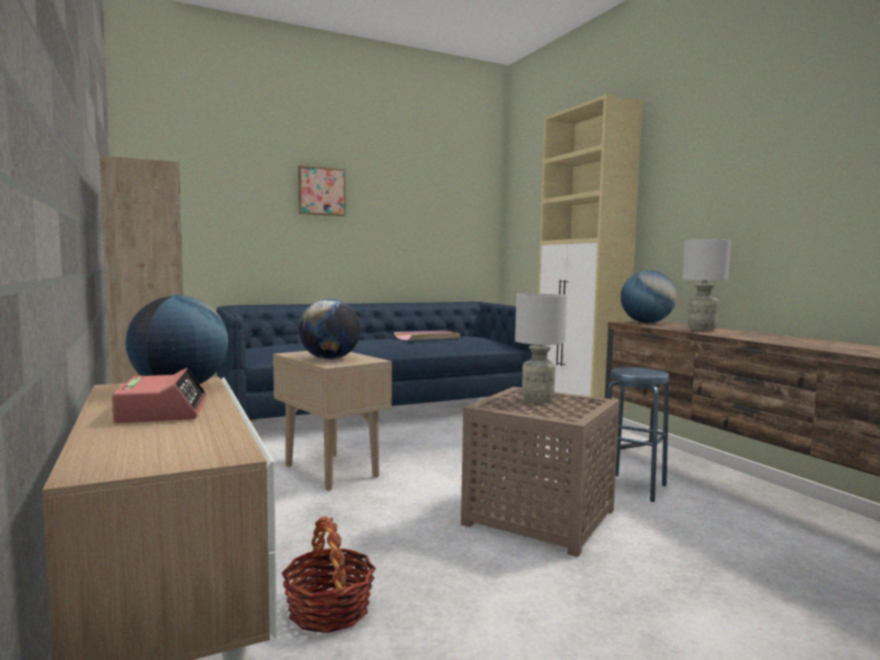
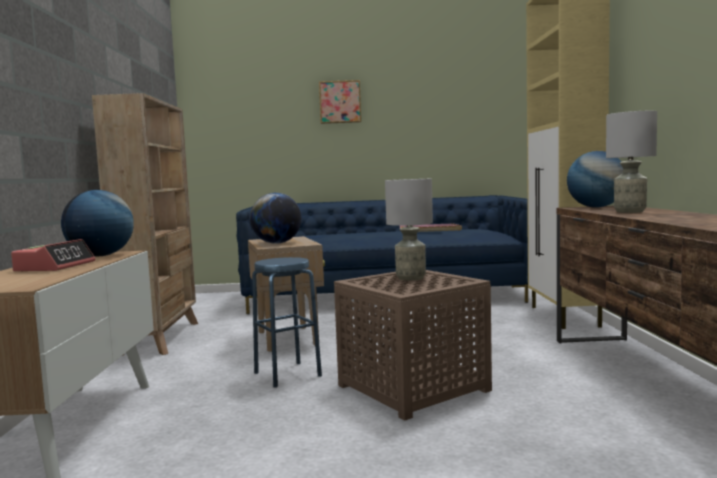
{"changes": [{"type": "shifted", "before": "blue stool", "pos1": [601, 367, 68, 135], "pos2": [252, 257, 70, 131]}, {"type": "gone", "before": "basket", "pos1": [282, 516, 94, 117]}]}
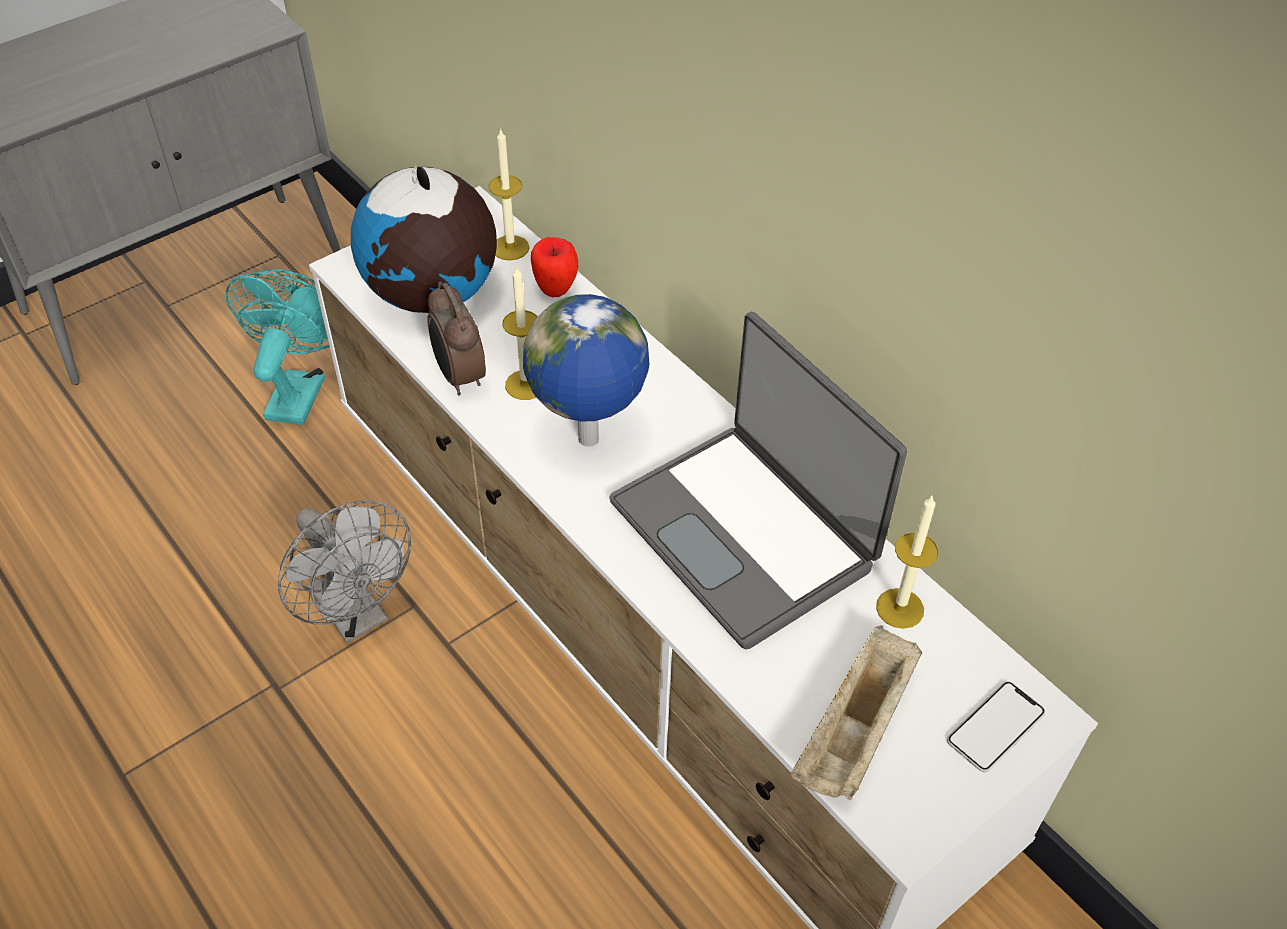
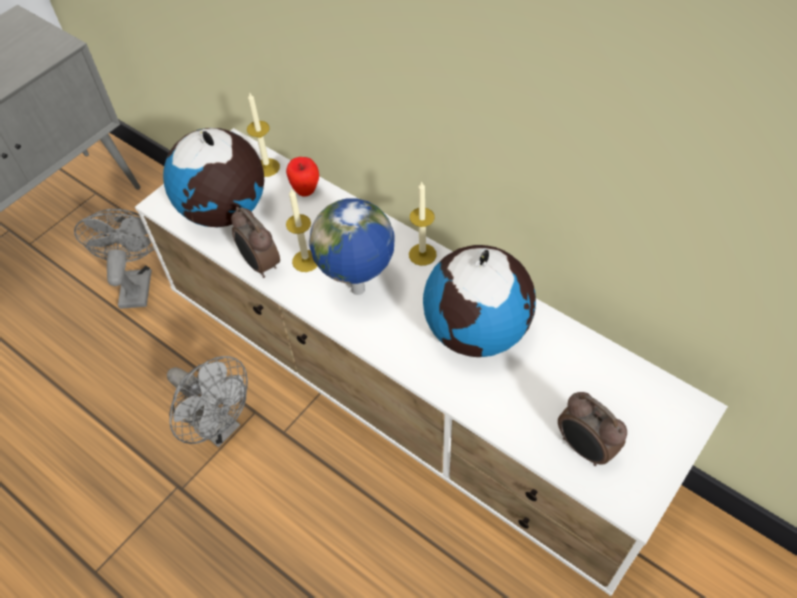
{"changes": [{"type": "repainted", "before": "turquoise fan", "after": "grey fan", "pos1": [225, 269, 105, 156], "pos2": [74, 209, 81, 100]}, {"type": "swapped", "before": "laptop", "after": "globe", "pos1": [609, 312, 298, 338], "pos2": [423, 245, 113, 112]}, {"type": "shifted", "before": "candle", "pos1": [876, 496, 62, 133], "pos2": [409, 181, 28, 85]}, {"type": "swapped", "before": "beige tray", "after": "alarm clock", "pos1": [791, 626, 131, 175], "pos2": [558, 392, 69, 74]}, {"type": "gone", "before": "phone", "pos1": [947, 682, 98, 90]}]}
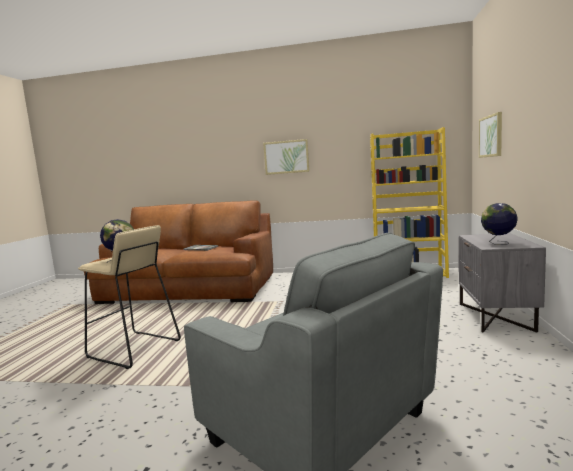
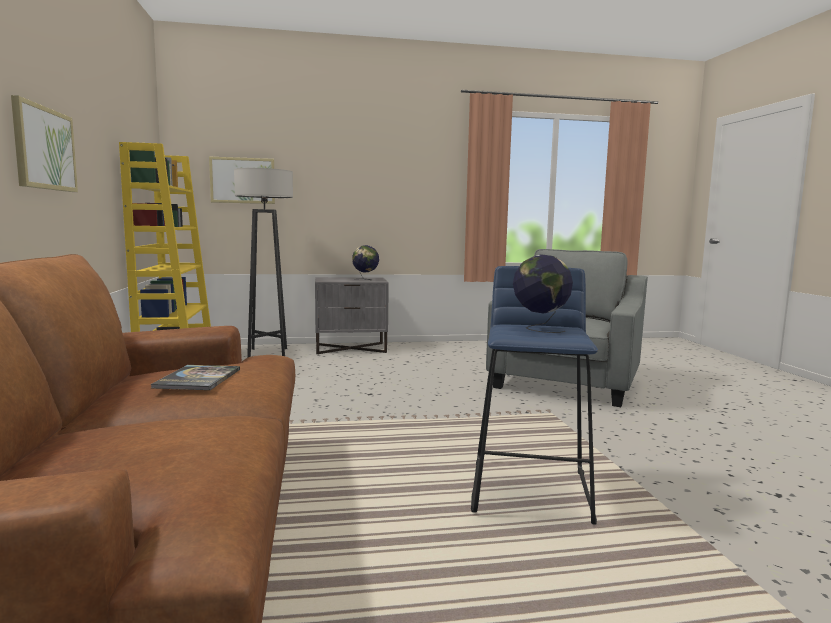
{"changes": [{"type": "repainted", "before": "beige stool", "after": "blue stool", "pos1": [78, 225, 103, 144], "pos2": [471, 266, 127, 259]}, {"type": "new", "after": "grey floor lamp", "pos2": [234, 168, 59, 189]}]}
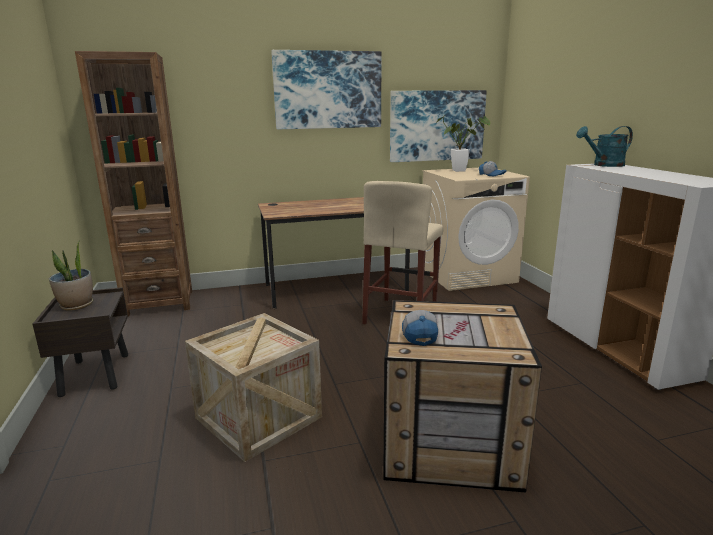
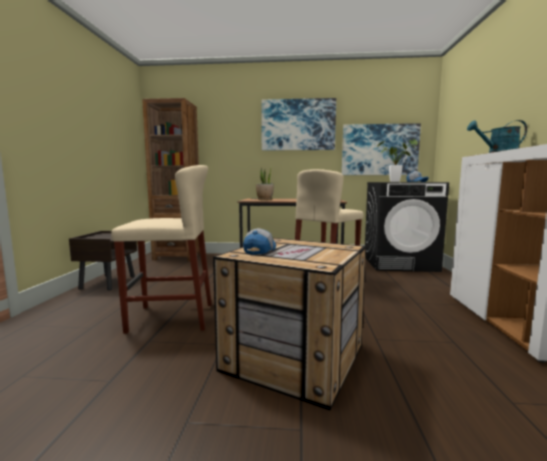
{"changes": [{"type": "repainted", "before": "beige washing machine", "after": "black washing machine", "pos1": [422, 168, 108, 123], "pos2": [365, 182, 84, 90]}, {"type": "shifted", "before": "potted plant", "pos1": [49, 240, 44, 71], "pos2": [256, 165, 18, 35]}, {"type": "swapped", "before": "crate", "after": "beige stool", "pos1": [185, 313, 137, 149], "pos2": [111, 165, 101, 169]}]}
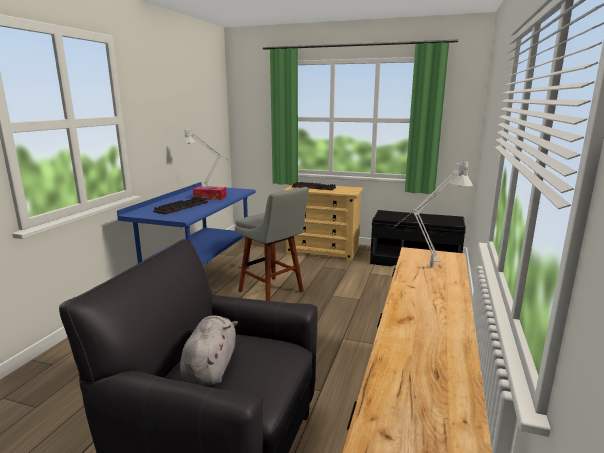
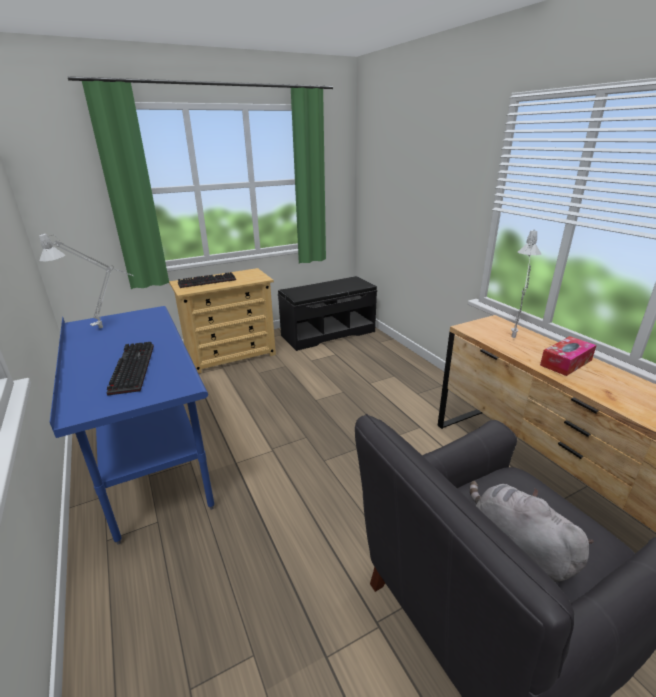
{"changes": [{"type": "shifted", "before": "tissue box", "pos1": [193, 186, 33, 14], "pos2": [540, 336, 56, 40]}, {"type": "gone", "before": "grey stool", "pos1": [235, 187, 74, 114]}]}
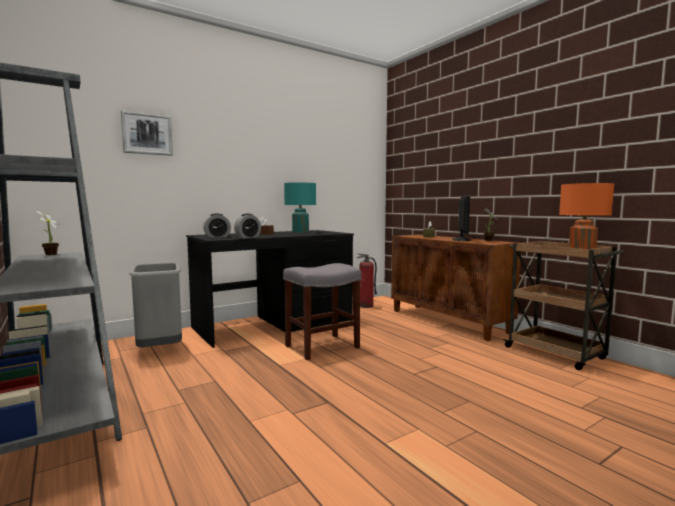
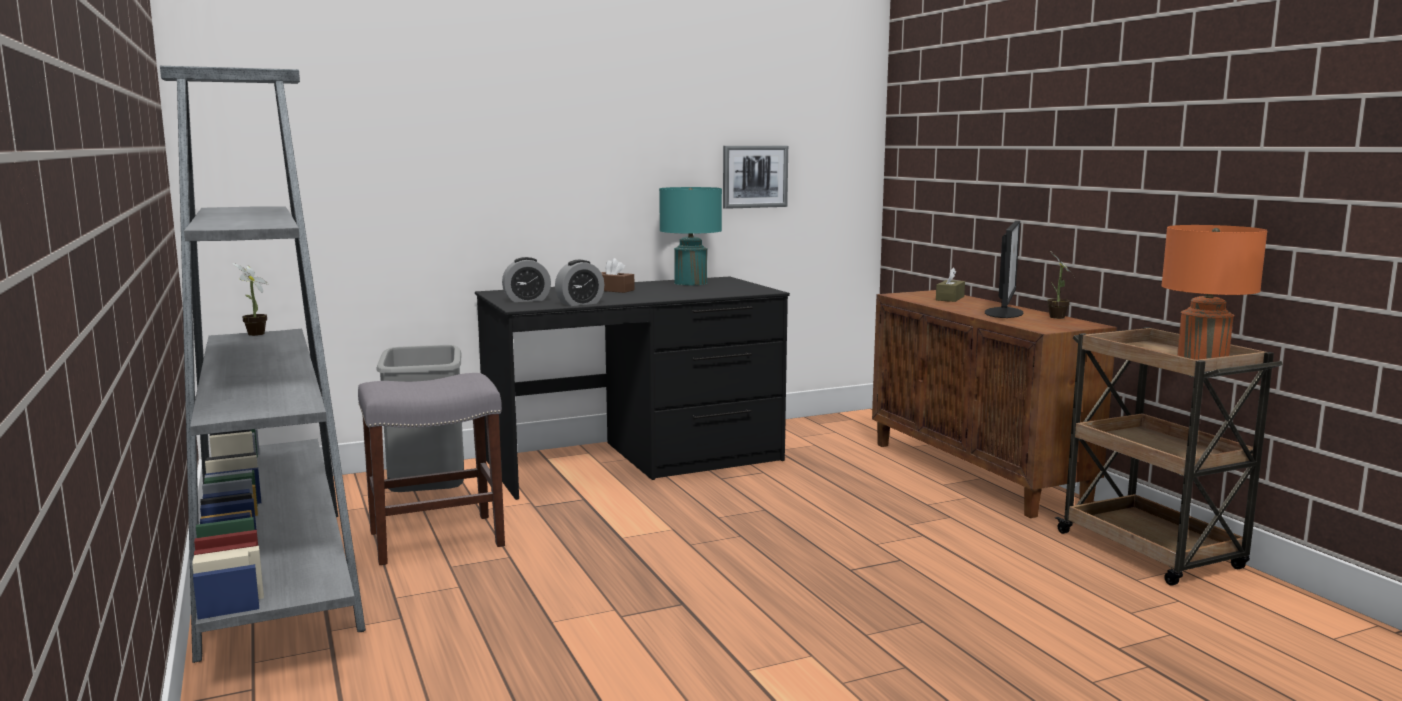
{"changes": [{"type": "shifted", "before": "picture", "pos1": [121, 111, 52, 45], "pos2": [723, 146, 65, 63]}, {"type": "gone", "before": "fire extinguisher", "pos1": [357, 253, 20, 55]}, {"type": "shifted", "before": "grey stool", "pos1": [283, 263, 78, 97], "pos2": [358, 373, 147, 192]}]}
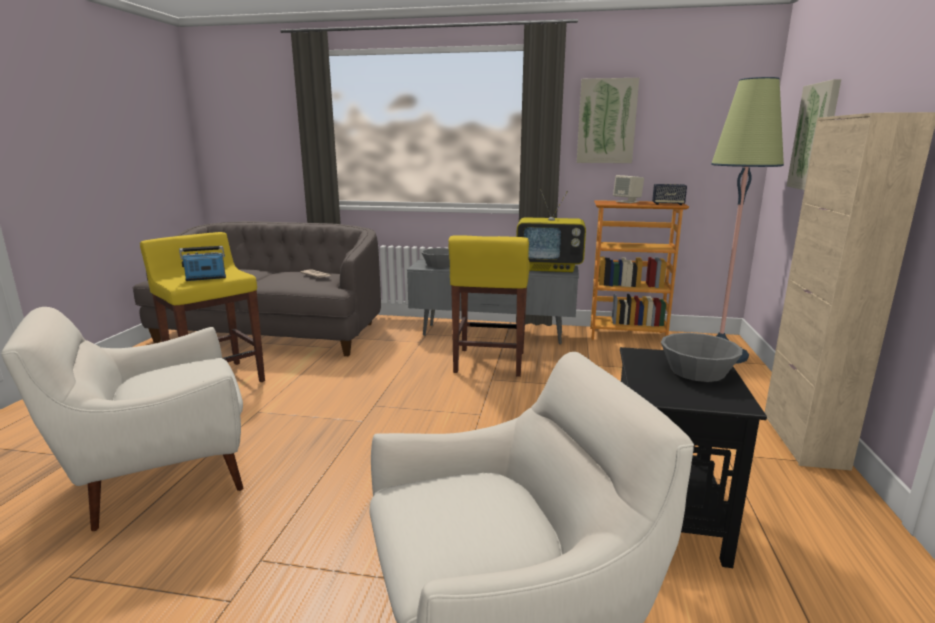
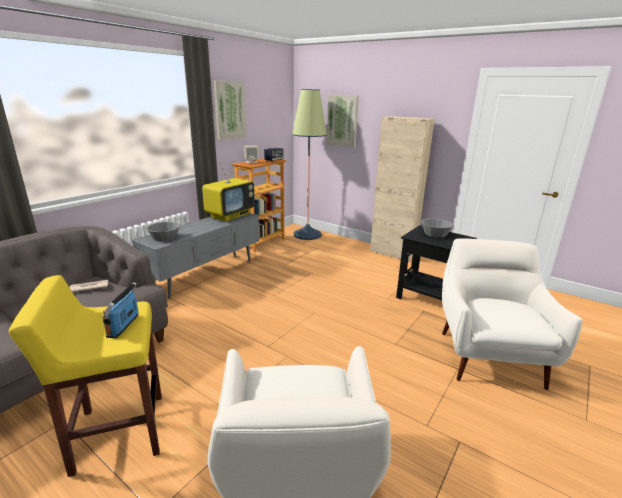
{"changes": [{"type": "gone", "before": "yellow stool", "pos1": [448, 235, 82, 142]}]}
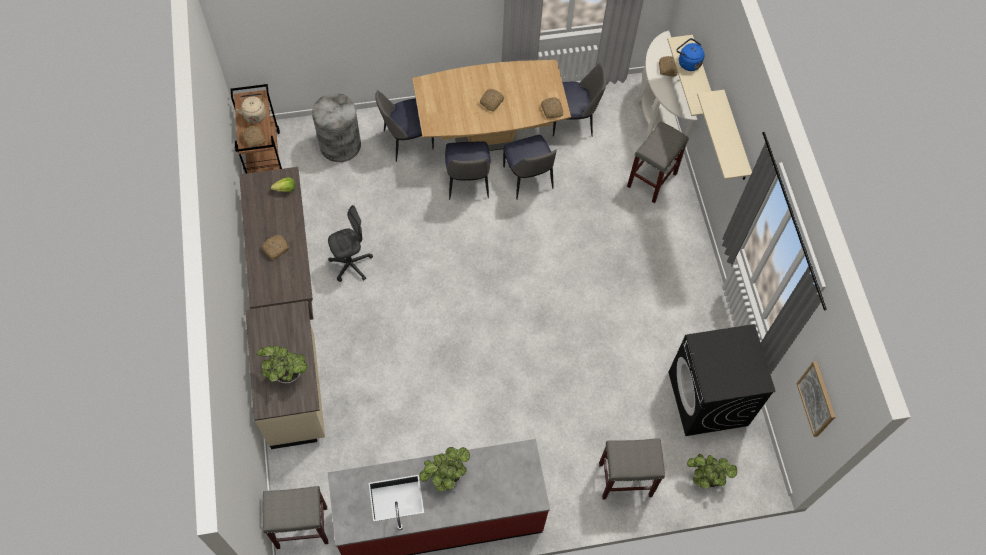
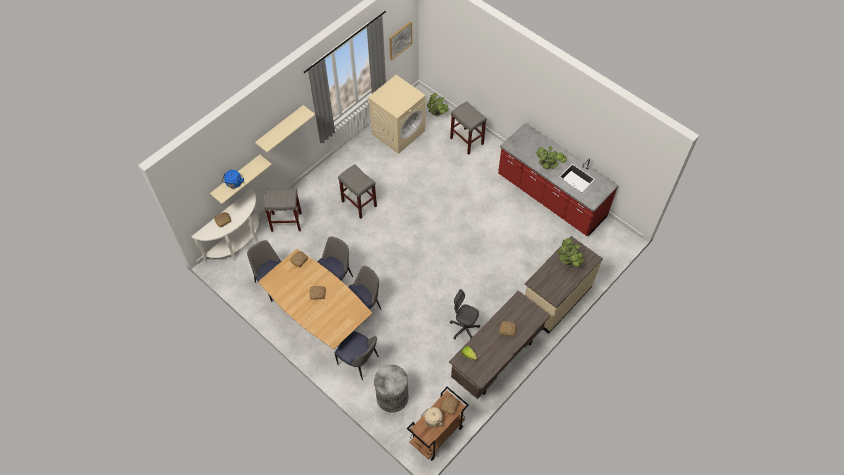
{"changes": [{"type": "repainted", "before": "black washing machine", "after": "beige washing machine", "pos1": [668, 324, 108, 112], "pos2": [368, 75, 58, 79]}, {"type": "shifted", "before": "grey stool", "pos1": [263, 486, 65, 63], "pos2": [338, 164, 39, 55]}]}
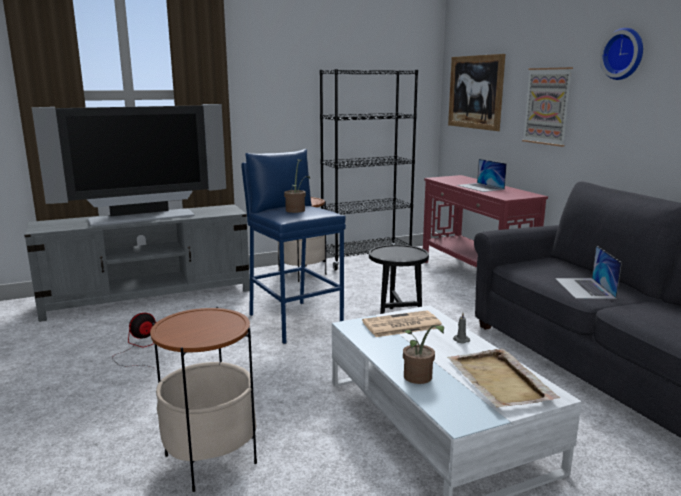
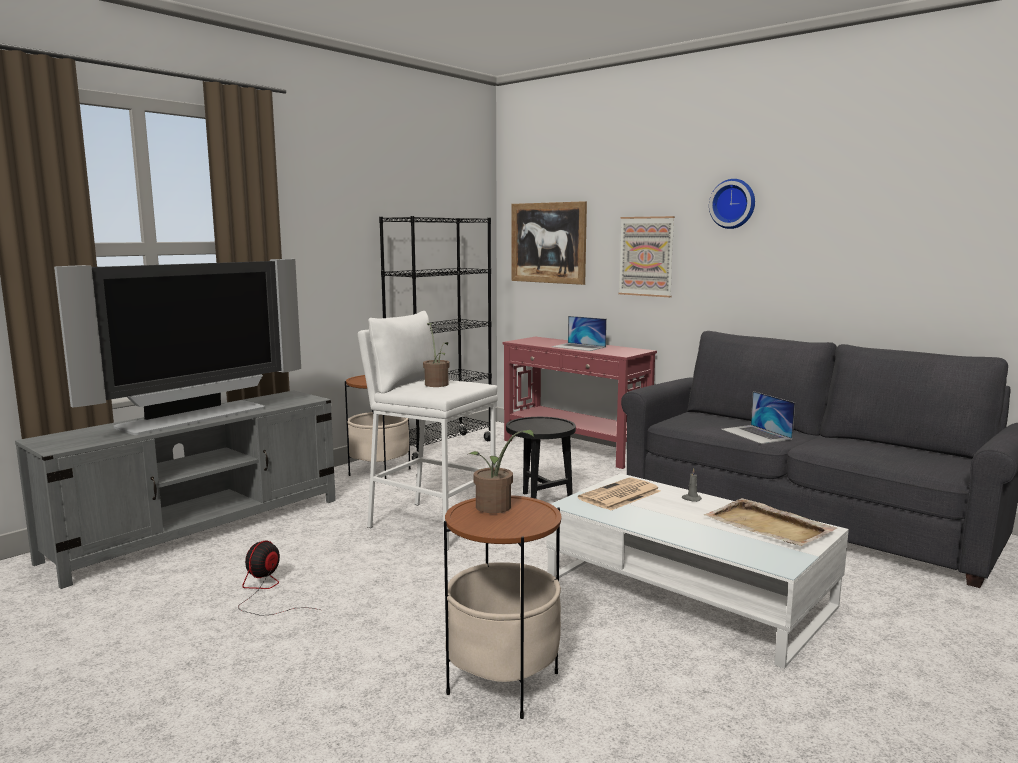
{"changes": [{"type": "repainted", "before": "blue stool", "after": "white stool", "pos1": [241, 149, 105, 195], "pos2": [358, 311, 140, 239]}, {"type": "shifted", "before": "potted plant", "pos1": [403, 325, 41, 59], "pos2": [469, 430, 65, 83]}]}
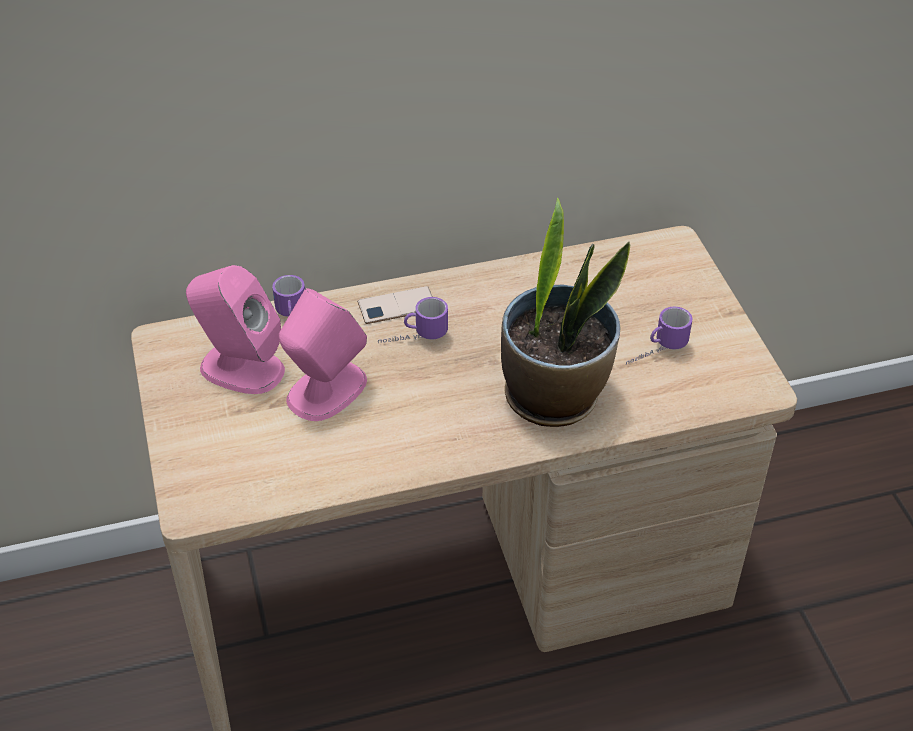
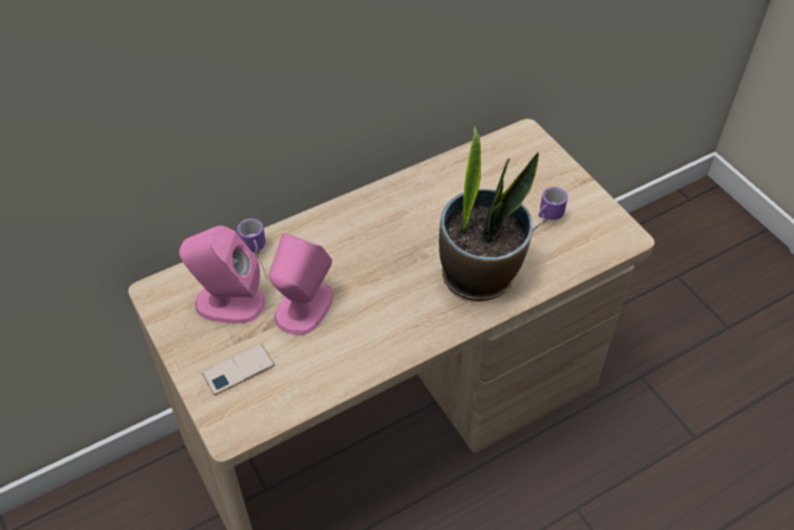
{"changes": [{"type": "shifted", "before": "phone", "pos1": [357, 286, 76, 38], "pos2": [202, 344, 73, 51]}, {"type": "gone", "before": "mug", "pos1": [378, 297, 70, 46]}]}
